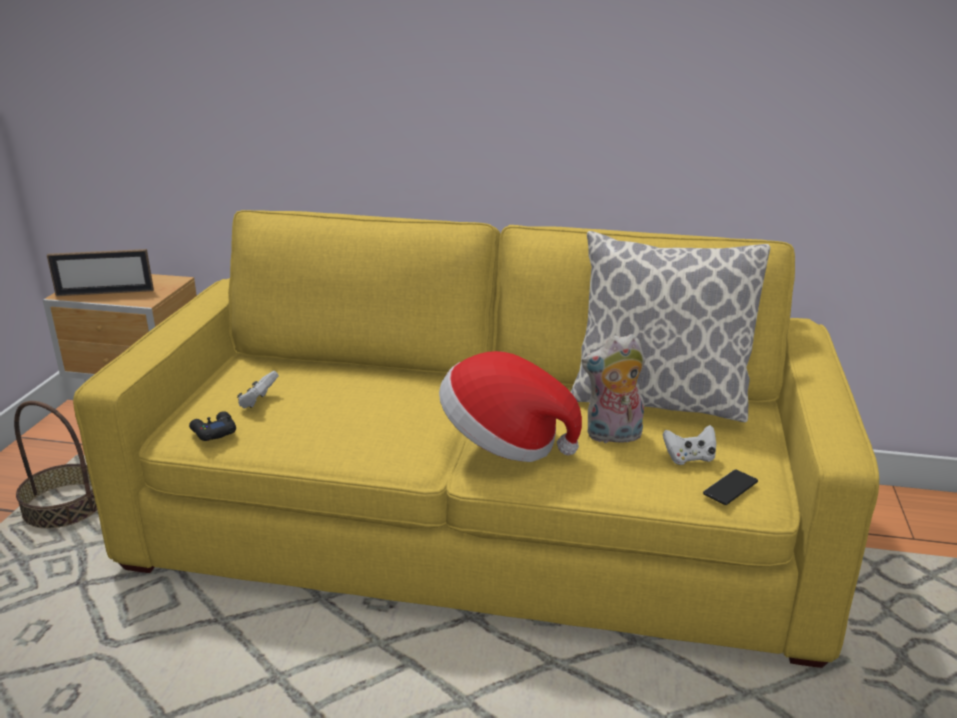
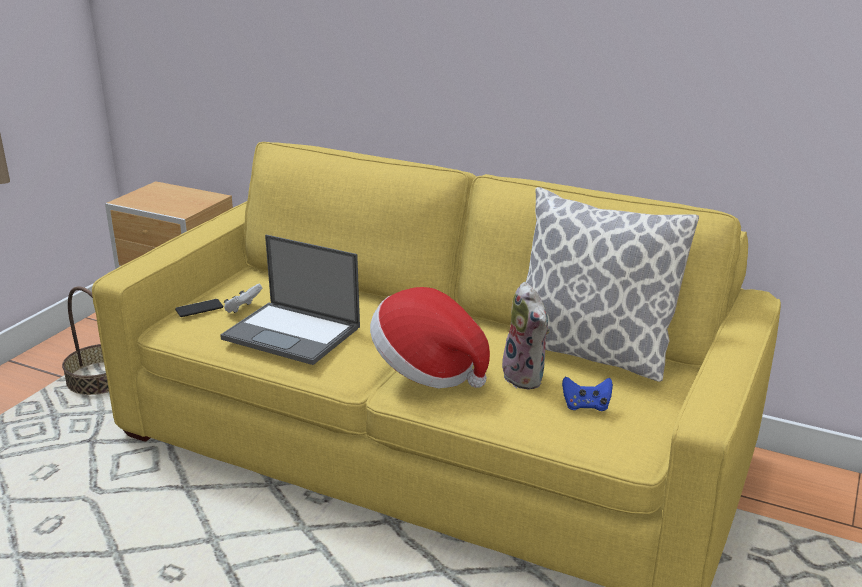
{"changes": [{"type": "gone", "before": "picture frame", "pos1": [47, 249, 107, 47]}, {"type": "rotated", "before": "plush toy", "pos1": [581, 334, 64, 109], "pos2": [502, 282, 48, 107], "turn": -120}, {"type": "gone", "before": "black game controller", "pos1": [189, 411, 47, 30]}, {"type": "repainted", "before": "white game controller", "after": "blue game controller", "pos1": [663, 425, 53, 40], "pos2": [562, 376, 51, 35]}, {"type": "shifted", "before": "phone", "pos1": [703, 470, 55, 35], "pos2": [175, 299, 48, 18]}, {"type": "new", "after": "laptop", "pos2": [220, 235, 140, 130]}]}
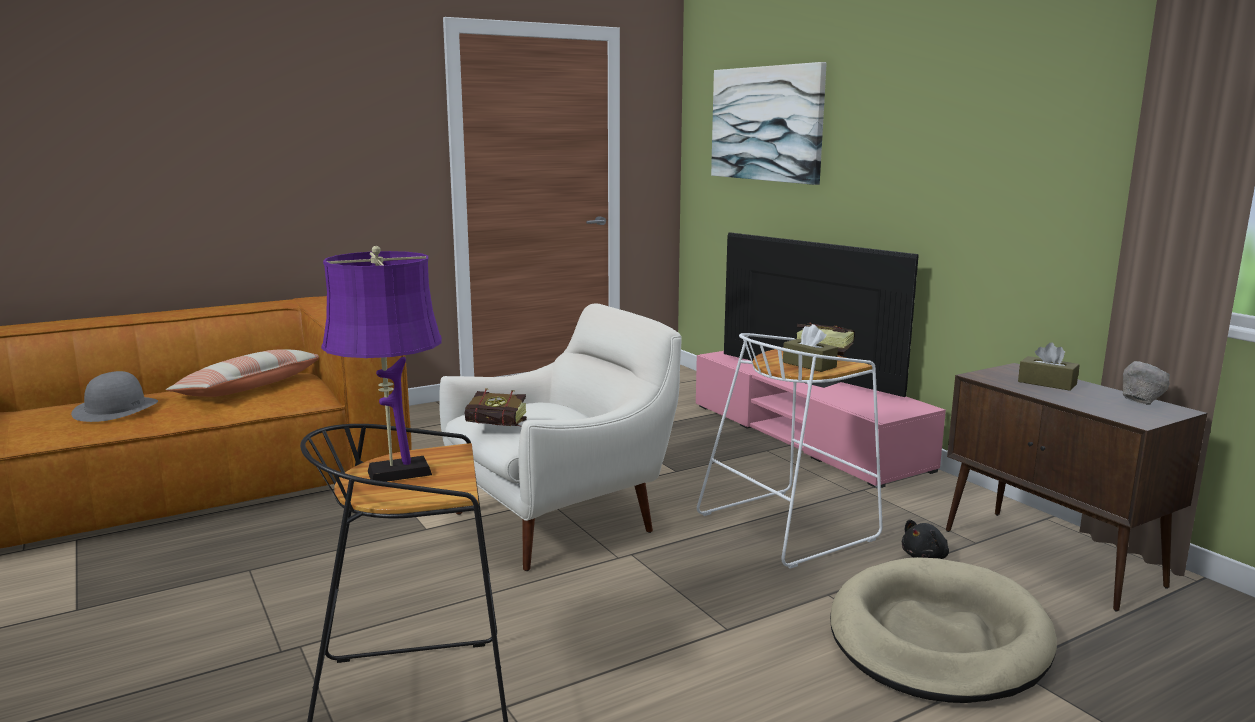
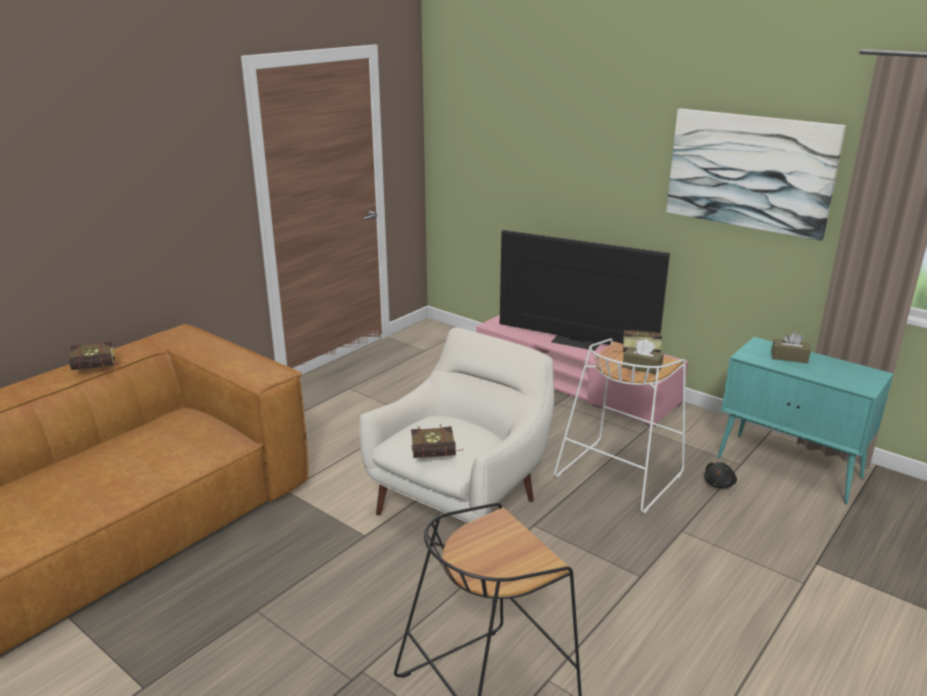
{"changes": [{"type": "shifted", "before": "picture", "pos1": [711, 62, 116, 123], "pos2": [666, 108, 180, 133]}, {"type": "gone", "before": "purple table lamp", "pos1": [321, 246, 121, 236]}, {"type": "gone", "before": "pillow", "pos1": [166, 349, 153, 48]}, {"type": "gone", "before": "grey bowl", "pos1": [1123, 361, 47, 44]}, {"type": "repainted", "before": "brown cabinet", "after": "turquoise cabinet", "pos1": [946, 363, 261, 249], "pos2": [718, 337, 176, 167]}, {"type": "gone", "before": "grey hat", "pos1": [71, 371, 87, 51]}, {"type": "gone", "before": "beige dog bed", "pos1": [830, 557, 227, 146]}, {"type": "new", "after": "book", "pos2": [69, 340, 57, 30]}]}
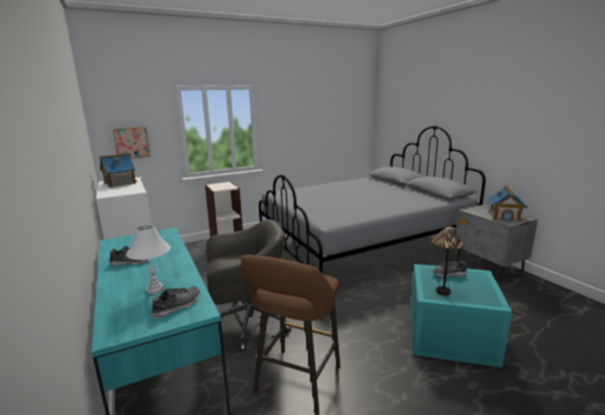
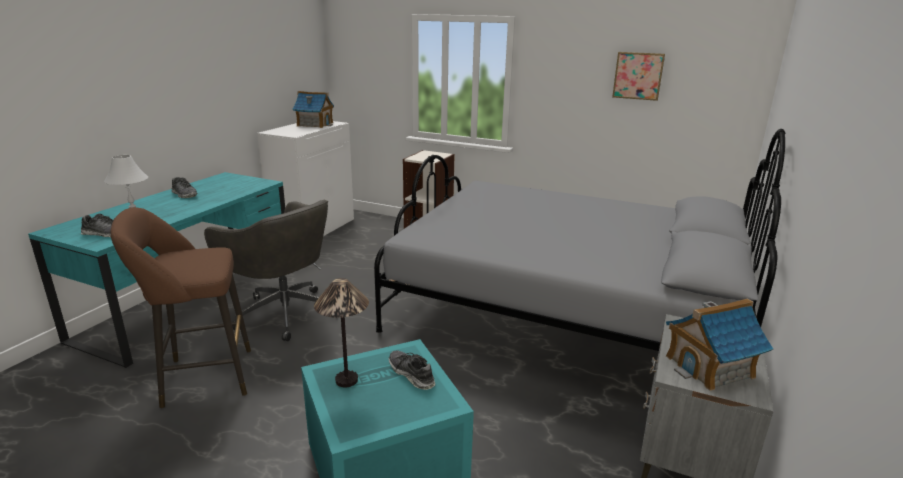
{"changes": [{"type": "shifted", "before": "picture", "pos1": [113, 127, 37, 31], "pos2": [612, 52, 53, 49]}]}
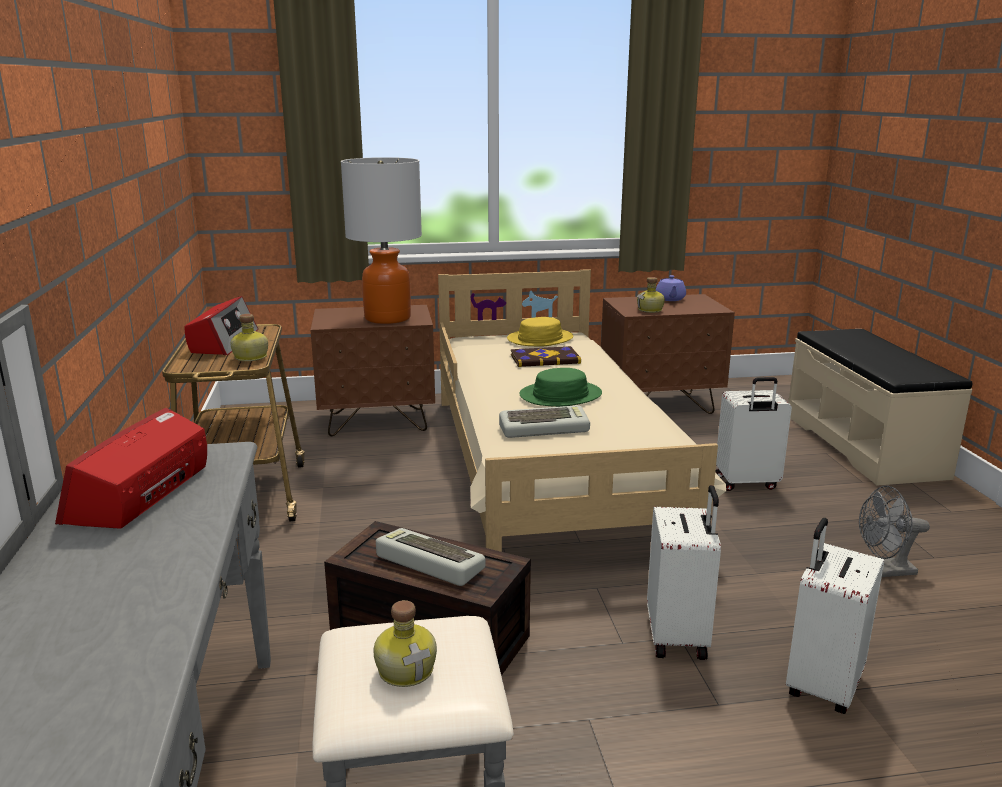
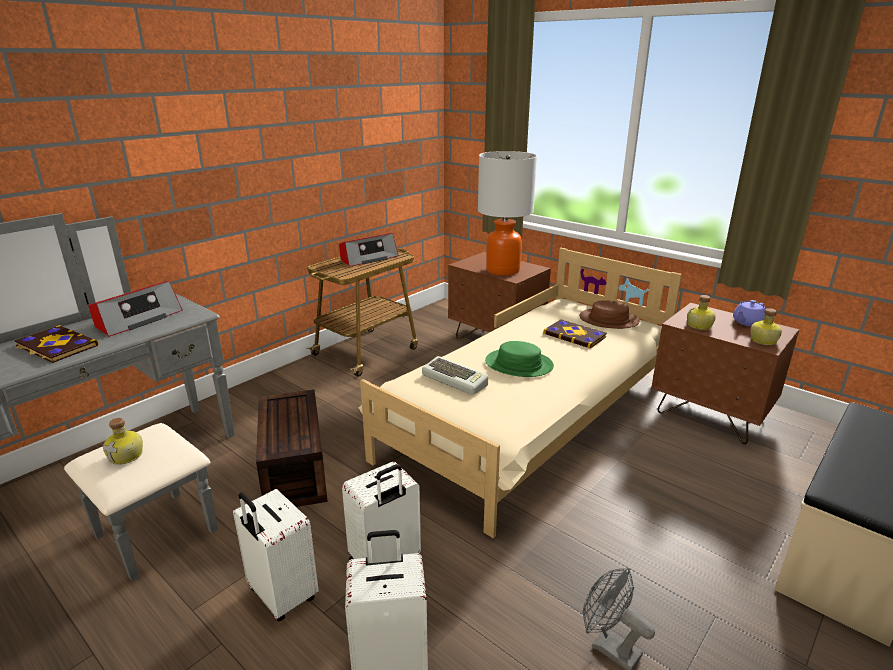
{"changes": [{"type": "shifted", "before": "bottle", "pos1": [231, 314, 37, 47], "pos2": [750, 308, 32, 37]}, {"type": "repainted", "before": "yellow hat", "after": "brown hat", "pos1": [507, 317, 66, 29], "pos2": [579, 300, 61, 29]}, {"type": "shifted", "before": "white suitcase", "pos1": [715, 377, 77, 114], "pos2": [233, 489, 86, 132]}, {"type": "rotated", "before": "radio", "pos1": [55, 408, 152, 121], "pos2": [88, 281, 95, 56], "turn": 150}, {"type": "gone", "before": "keyboard", "pos1": [376, 528, 109, 58]}, {"type": "new", "after": "book", "pos2": [14, 325, 85, 38]}]}
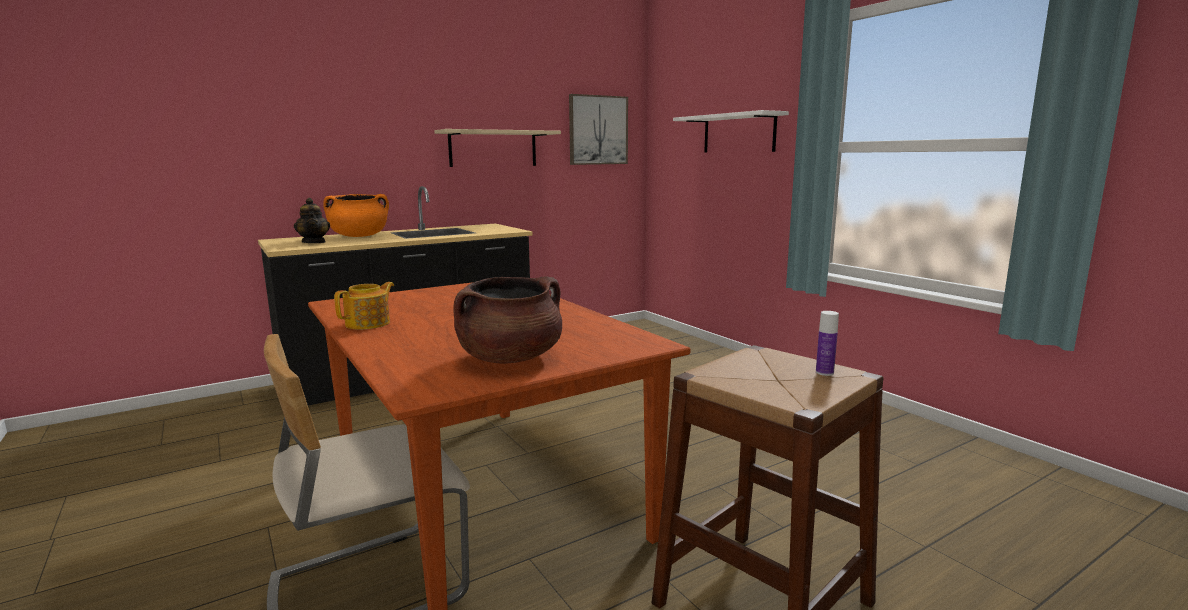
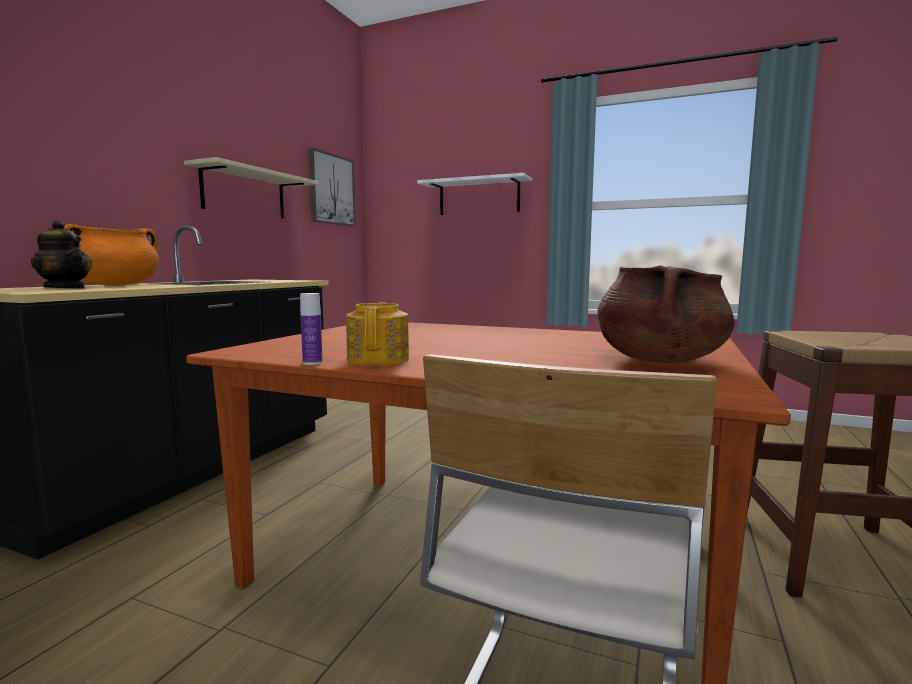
{"changes": [{"type": "shifted", "before": "bottle", "pos1": [816, 311, 23, 65], "pos2": [300, 293, 23, 72]}]}
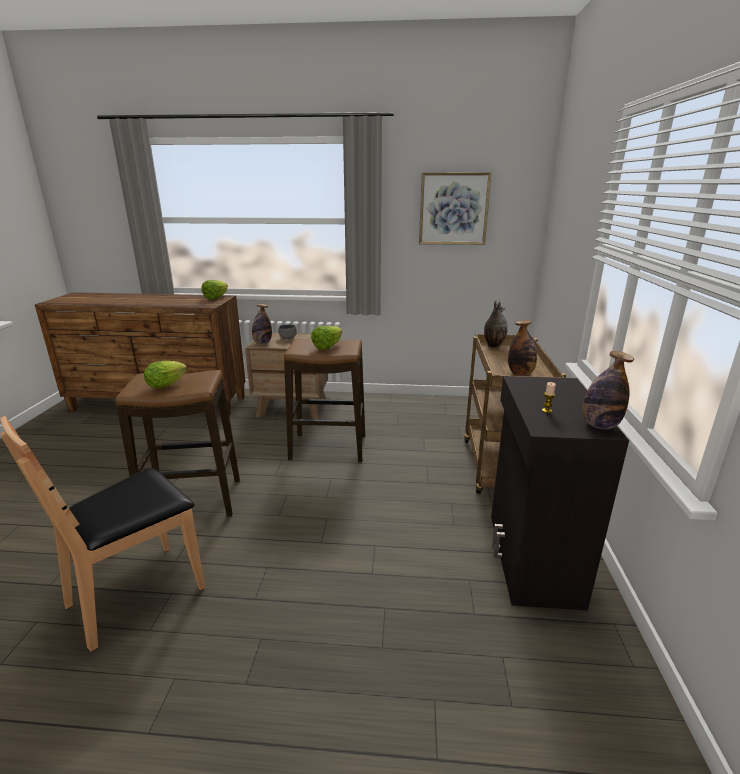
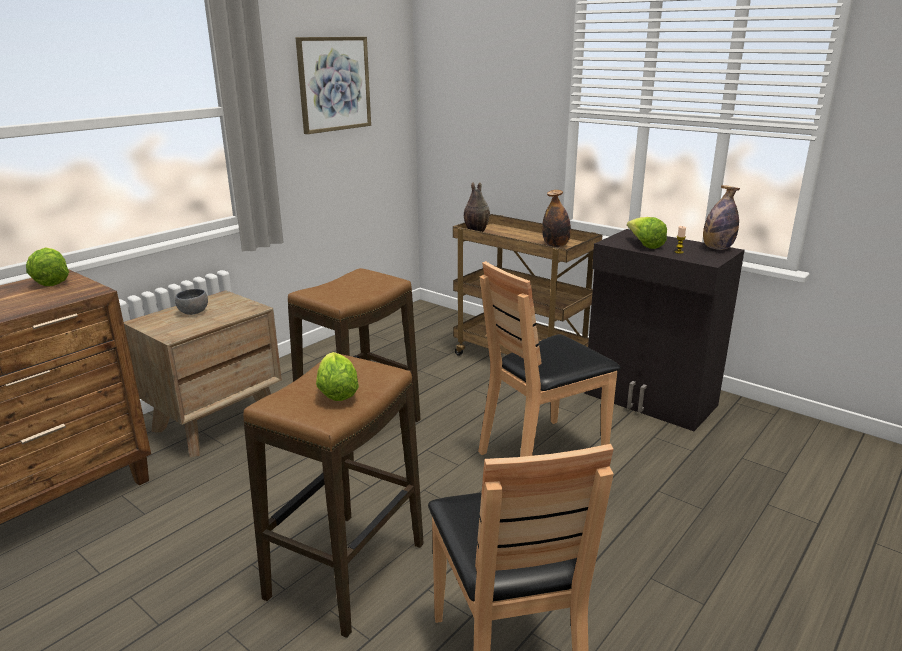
{"changes": [{"type": "gone", "before": "bottle", "pos1": [252, 304, 20, 40]}, {"type": "shifted", "before": "lettuce", "pos1": [311, 326, 31, 23], "pos2": [627, 217, 40, 32]}, {"type": "new", "after": "brown chair", "pos2": [478, 261, 143, 196]}]}
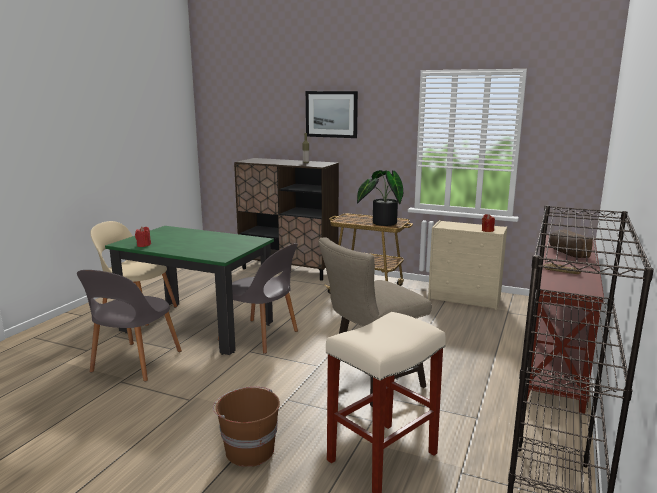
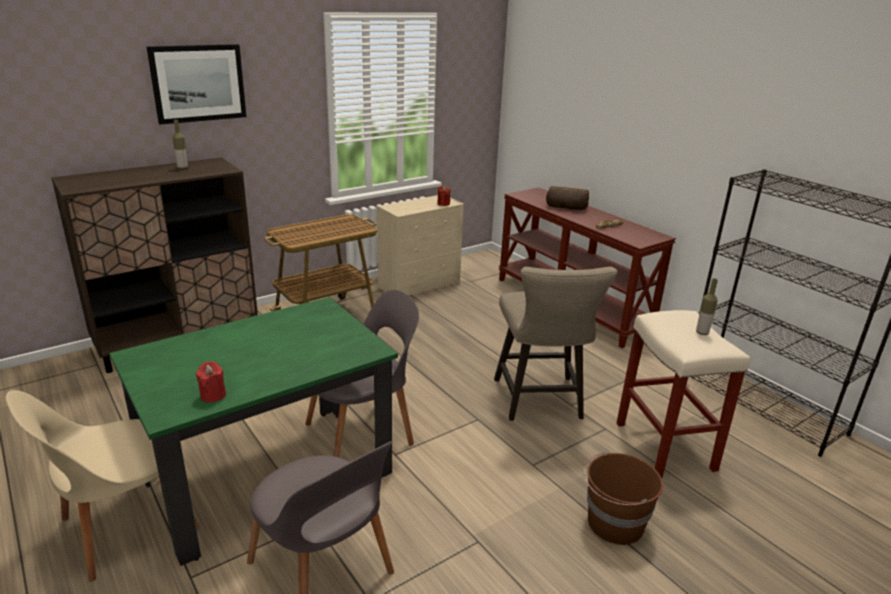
{"changes": [{"type": "gone", "before": "potted plant", "pos1": [357, 170, 46, 56]}, {"type": "new", "after": "bottle", "pos2": [696, 278, 22, 57]}]}
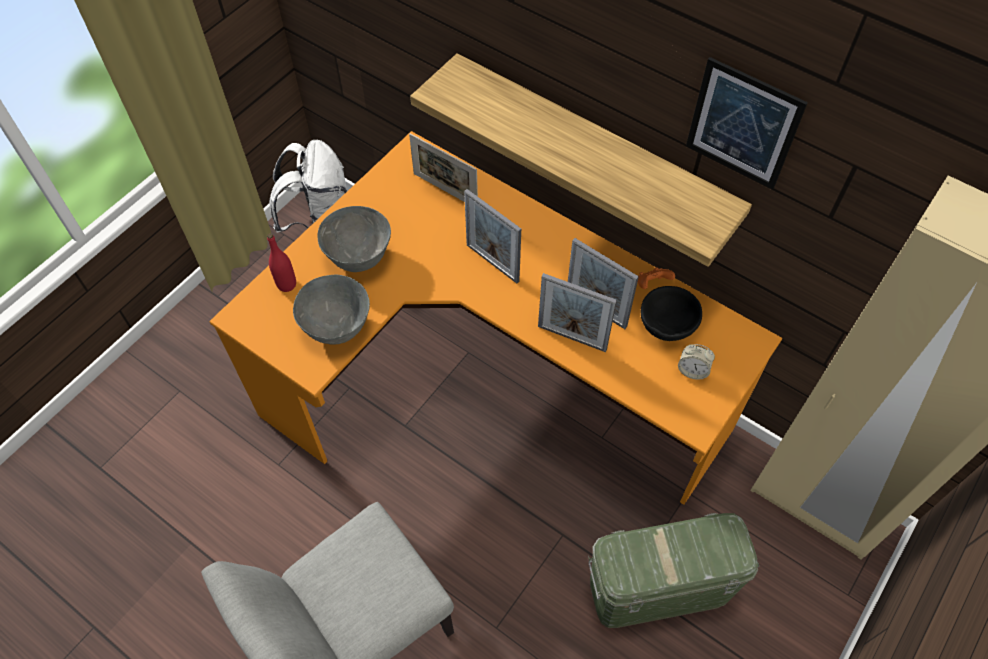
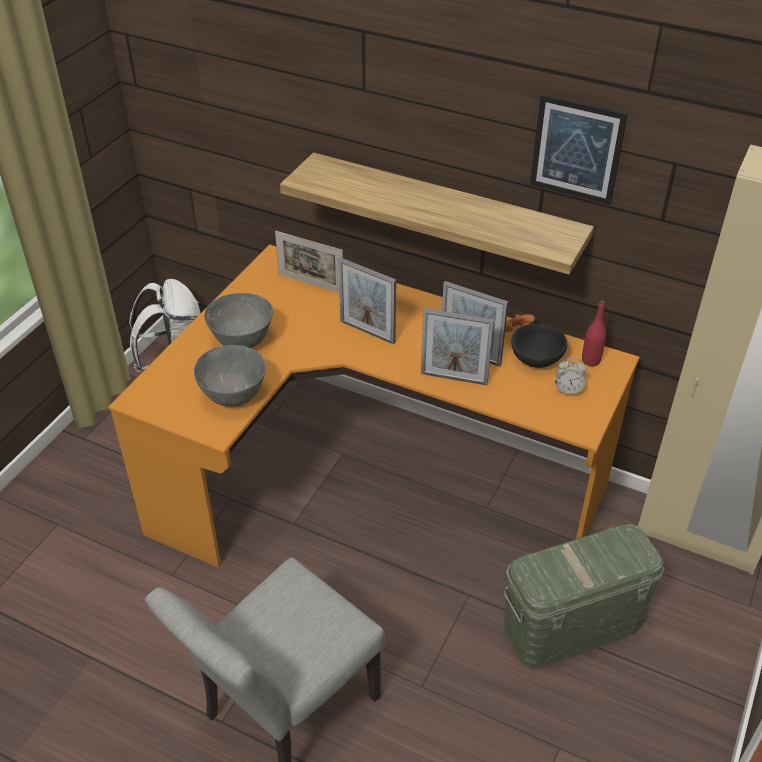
{"changes": [{"type": "shifted", "before": "red bottle", "pos1": [267, 233, 29, 59], "pos2": [582, 300, 24, 67]}]}
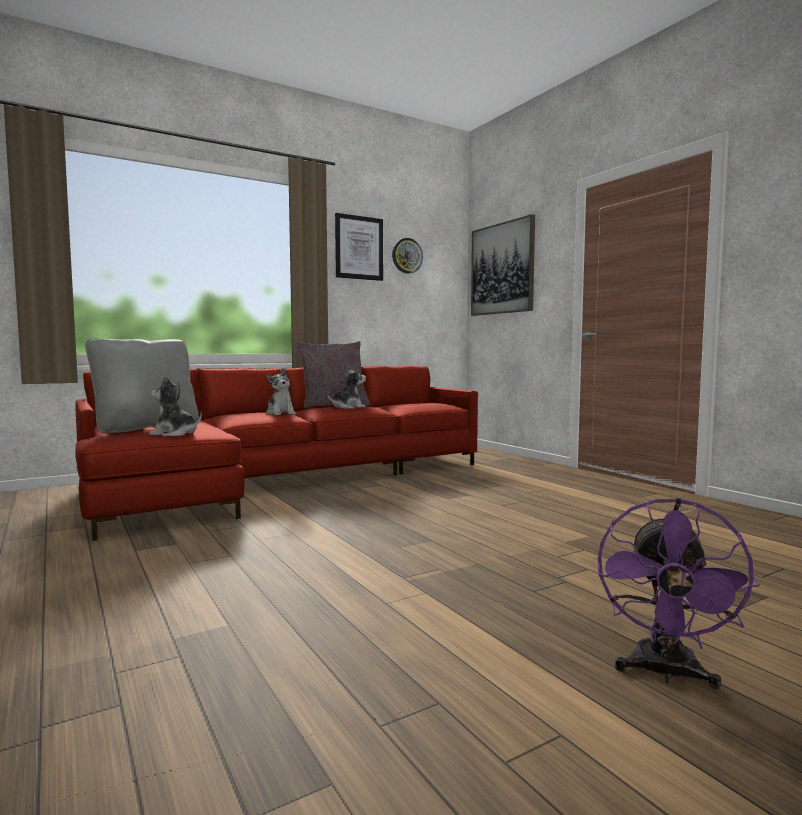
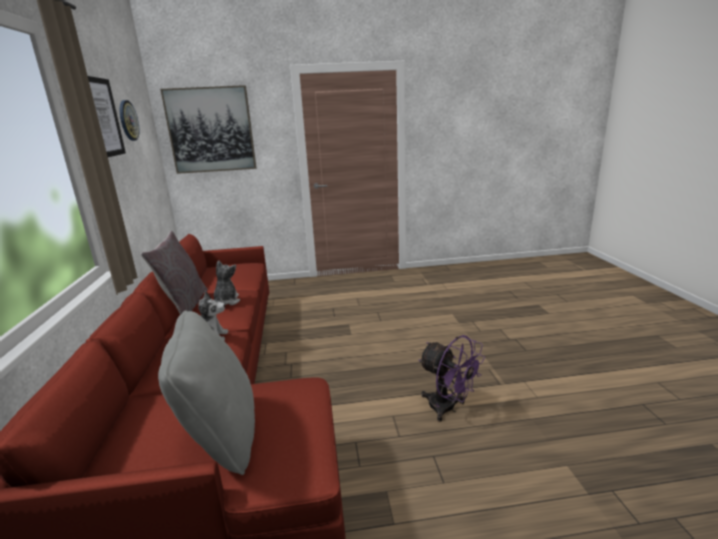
{"changes": [{"type": "gone", "before": "plush toy", "pos1": [149, 376, 53, 61]}, {"type": "shifted", "before": "purple fan", "pos1": [598, 498, 162, 191], "pos2": [419, 335, 66, 87]}]}
